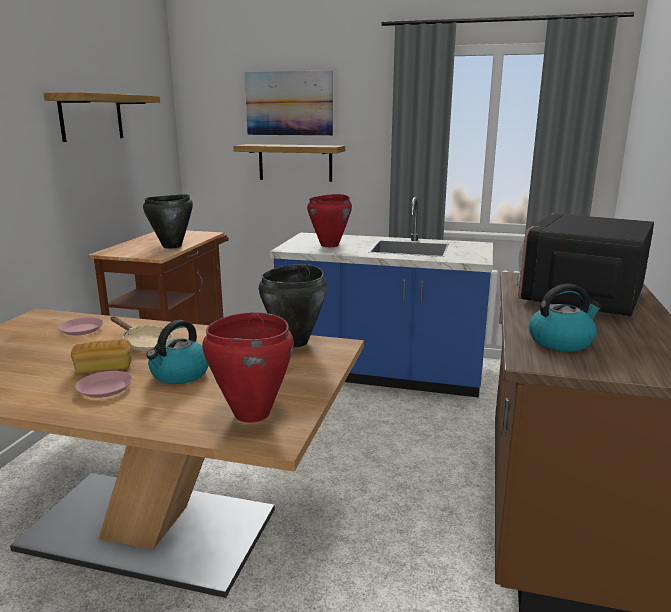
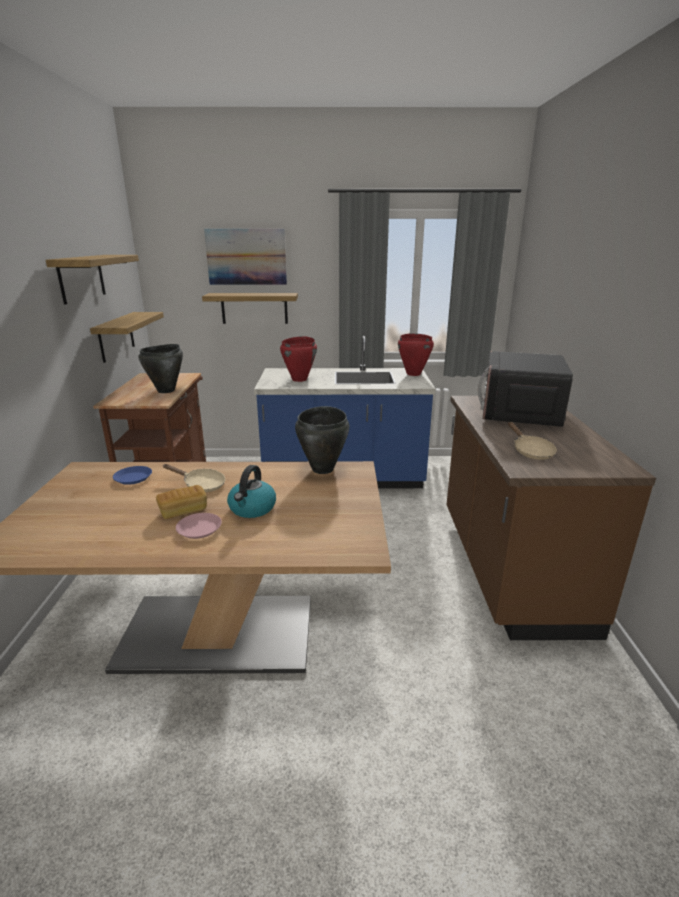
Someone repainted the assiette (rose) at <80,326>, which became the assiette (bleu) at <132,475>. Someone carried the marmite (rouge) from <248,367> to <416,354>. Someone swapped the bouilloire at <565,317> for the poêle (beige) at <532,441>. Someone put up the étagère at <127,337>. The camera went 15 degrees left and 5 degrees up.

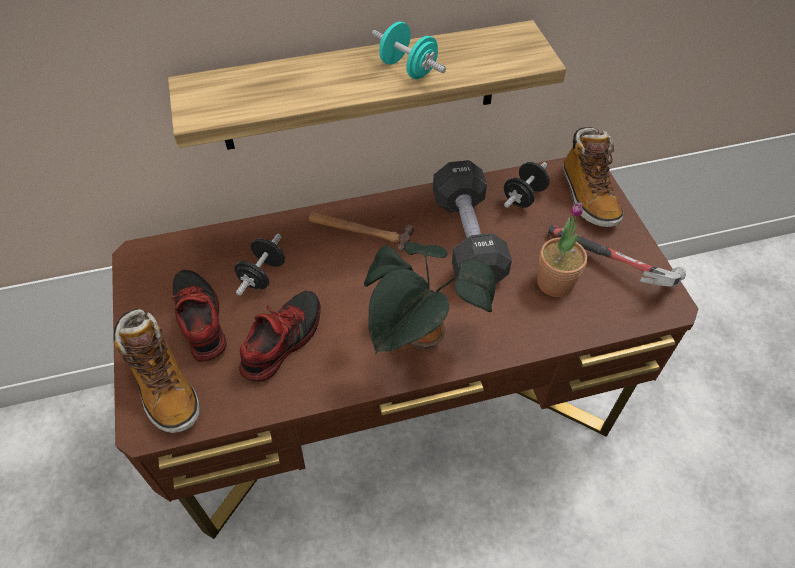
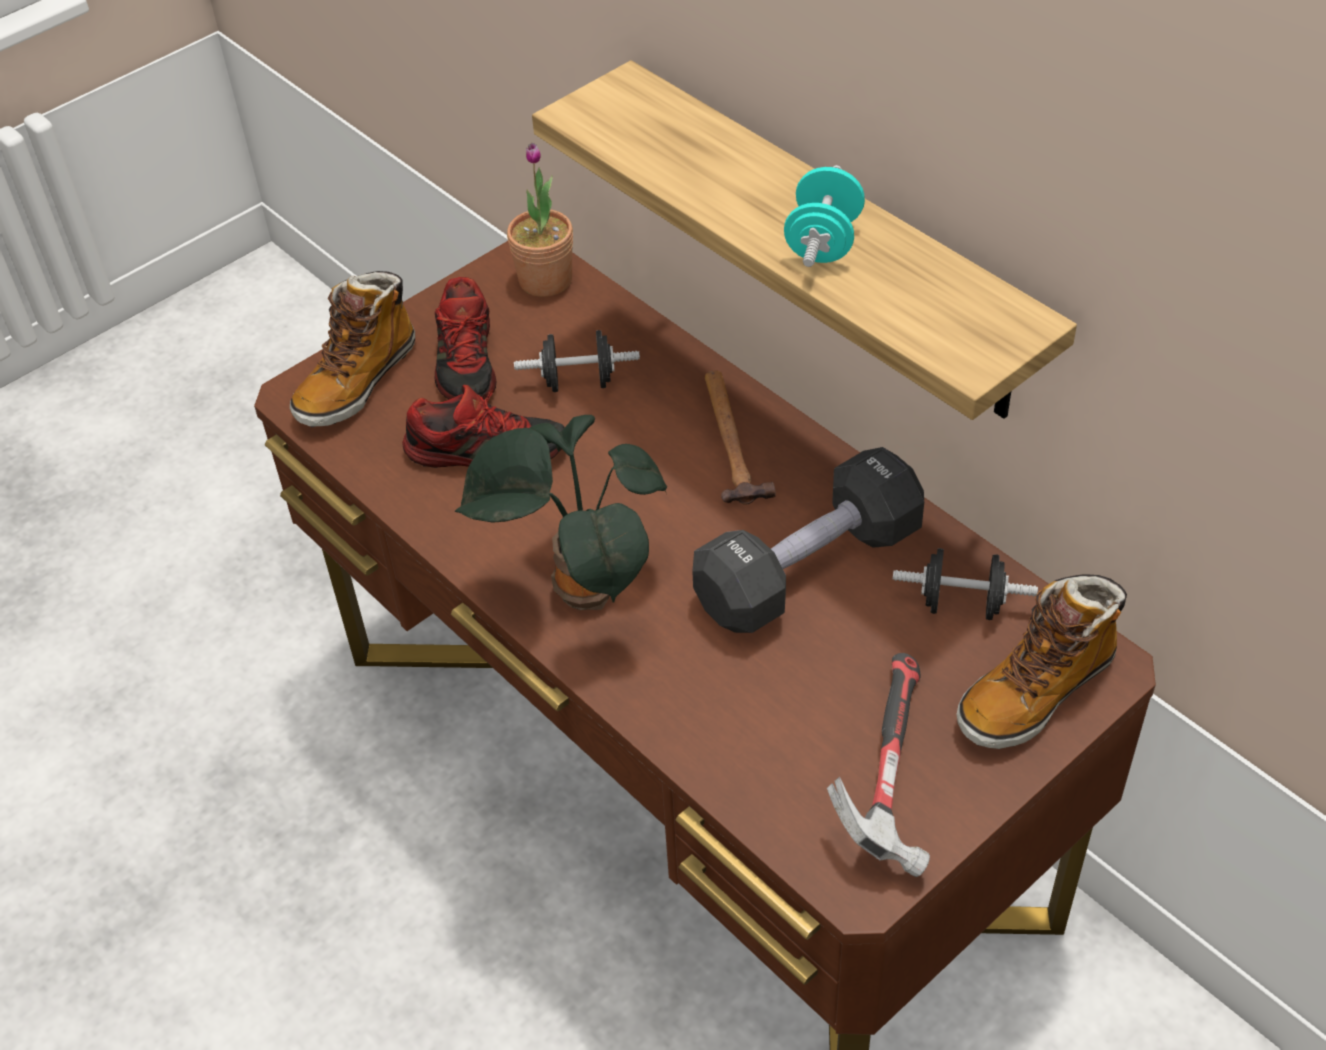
Someone rotated the chaussure at <199,316> by 135 degrees clockwise. Someone carried the plante en pot from <562,249> to <540,220>. The camera went 65 degrees right and 5 degrees down.

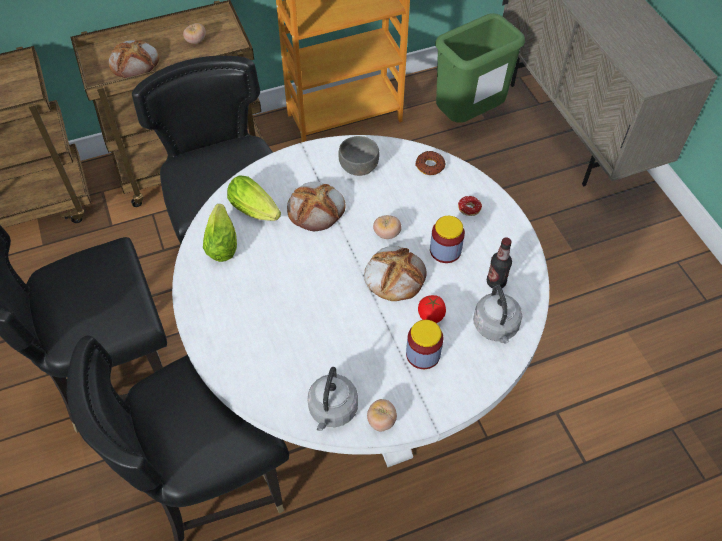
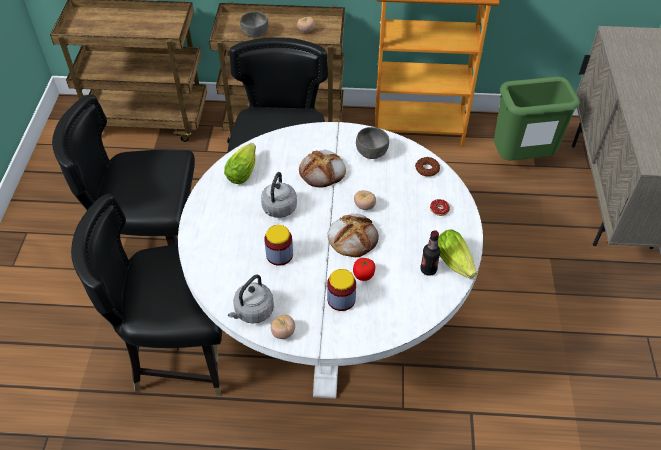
Someone swapped the pain at <134,59> for the bol (gris) at <254,24>. Someone carried the laitue from <254,198> to <457,254>. Someone carried the bocal from <447,239> to <278,245>. Someone carried the bouilloire (gris) from <497,314> to <279,195>. The camera went 25 degrees right and 5 degrees down.

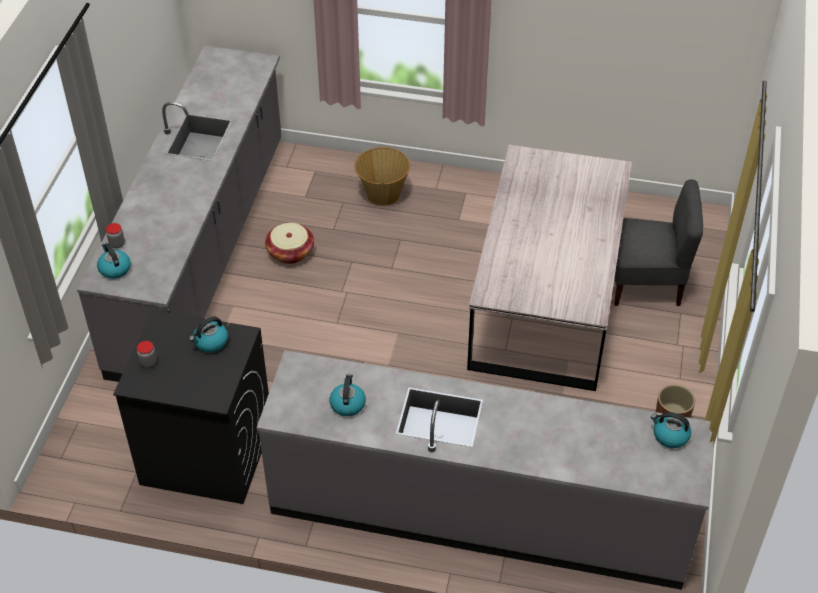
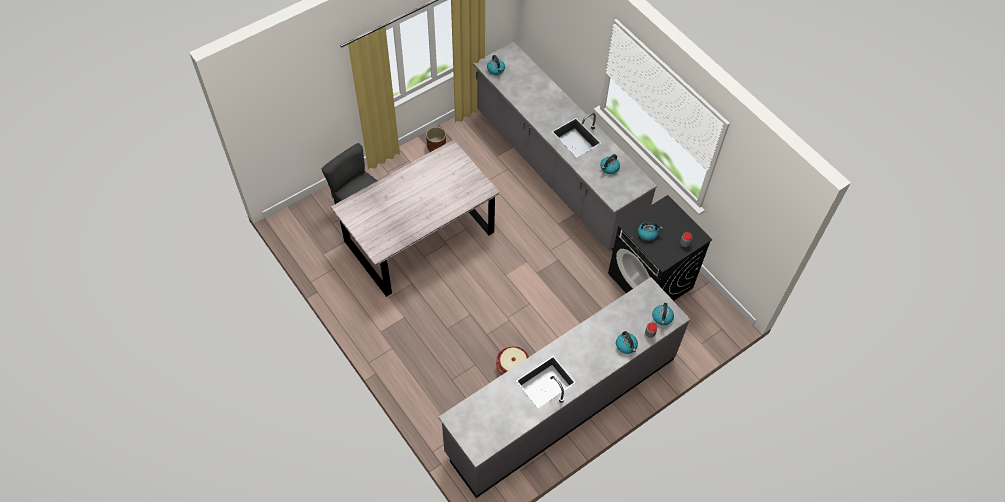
Someone took away the panier at <382,176>. Someone put down the bouilloire at <627,342>. The camera went 140 degrees left and 10 degrees up.

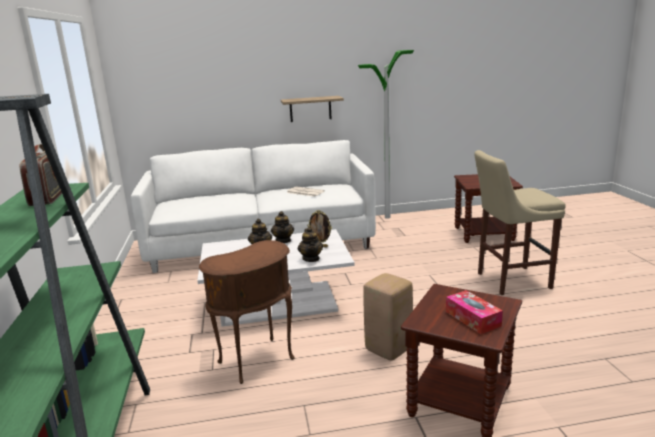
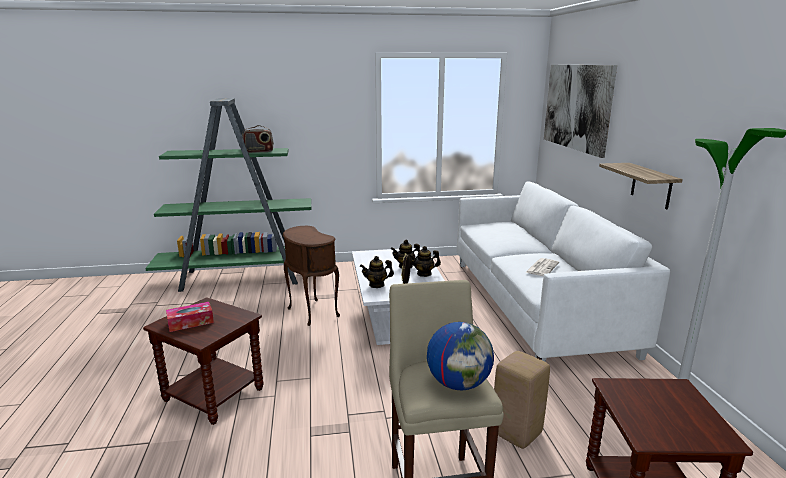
Someone carried the tabouret (beige) from <388,317> to <522,400>. Someone put down the globe at <460,356>. Someone put up the tableau at <580,111>. The camera went 90 degrees right and 0 degrees up.

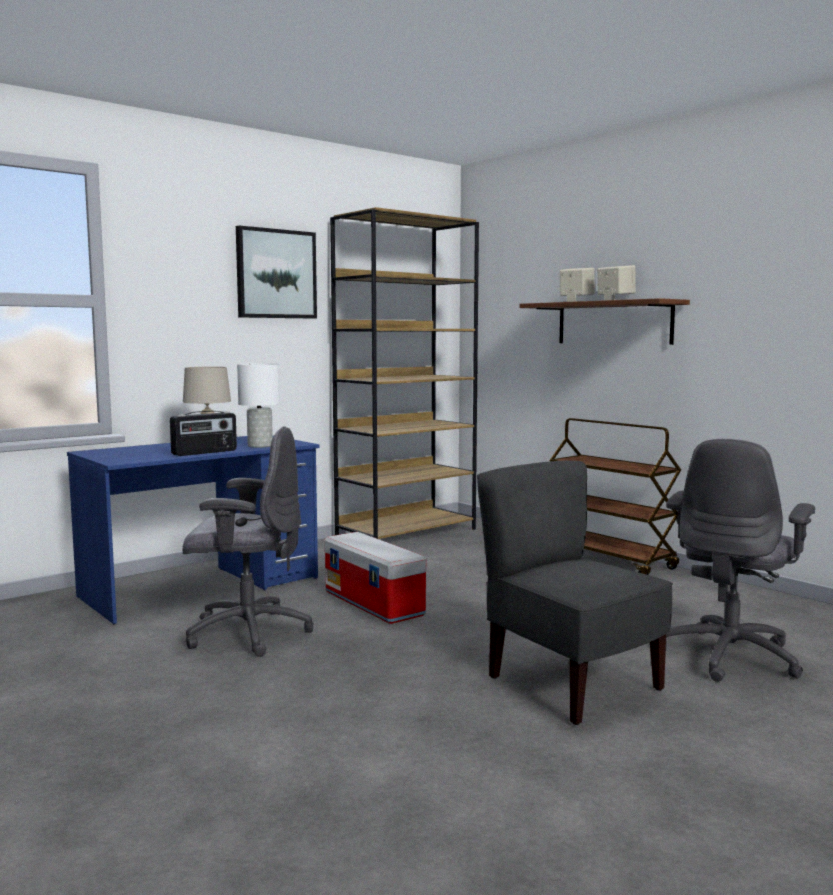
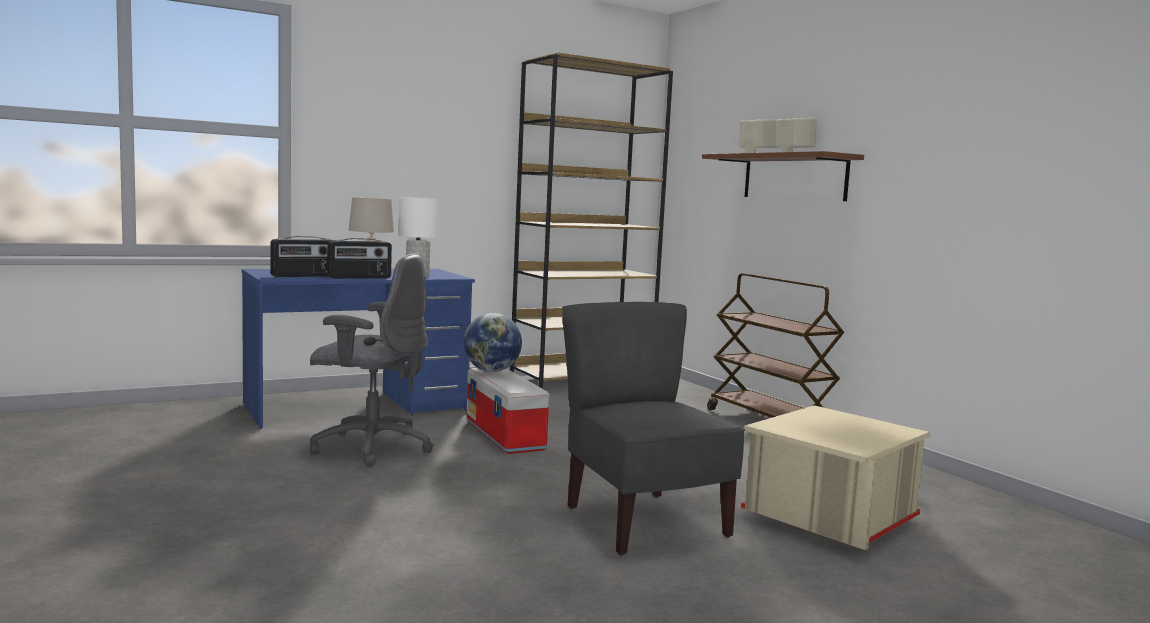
Someone took away the tableau at <276,272>. Someone swapped the chaise de bureau (gris) at <740,560> for the boîte de rangement (beige) at <835,477>. Someone put down the radio at <301,256>. Someone put down the globe at <492,342>. The camera went 10 degrees right and 0 degrees up.

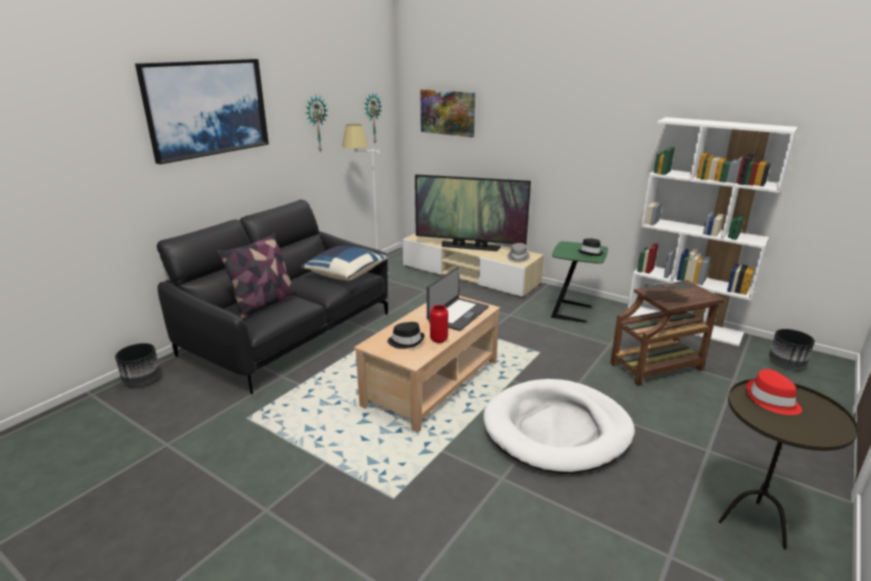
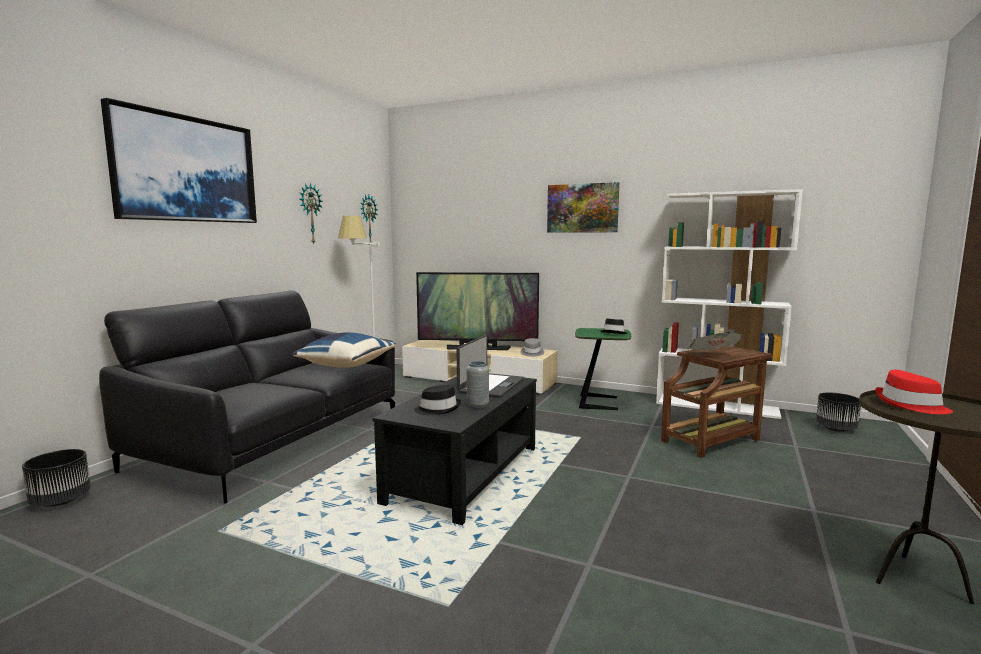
Someone took away the coussin at <257,276>. Someone repainted the table basse (beige) at <427,364>, which became the table basse (noir) at <455,450>. Someone carried the tableau from <448,113> to <583,207>. Someone repainted the vase (rouge) at <439,324>, which became the vase (gris) at <477,385>. Someone took away the panier pour chien (blanc) at <559,426>. The camera went 10 degrees left and 15 degrees down.

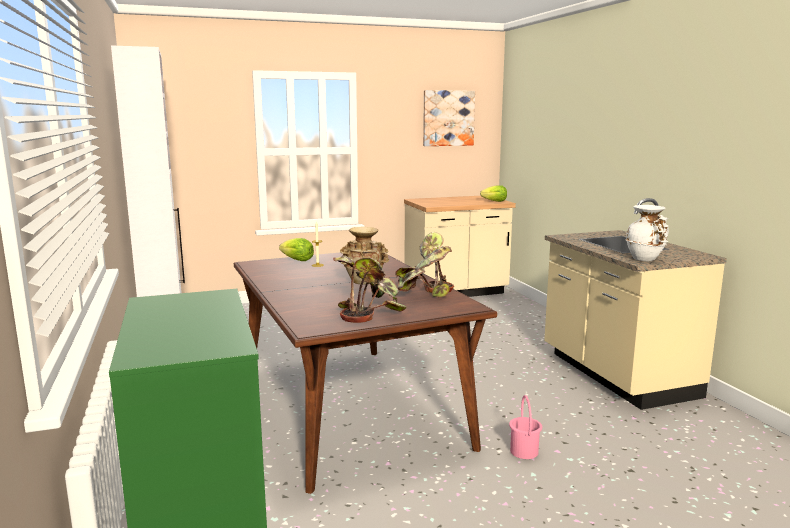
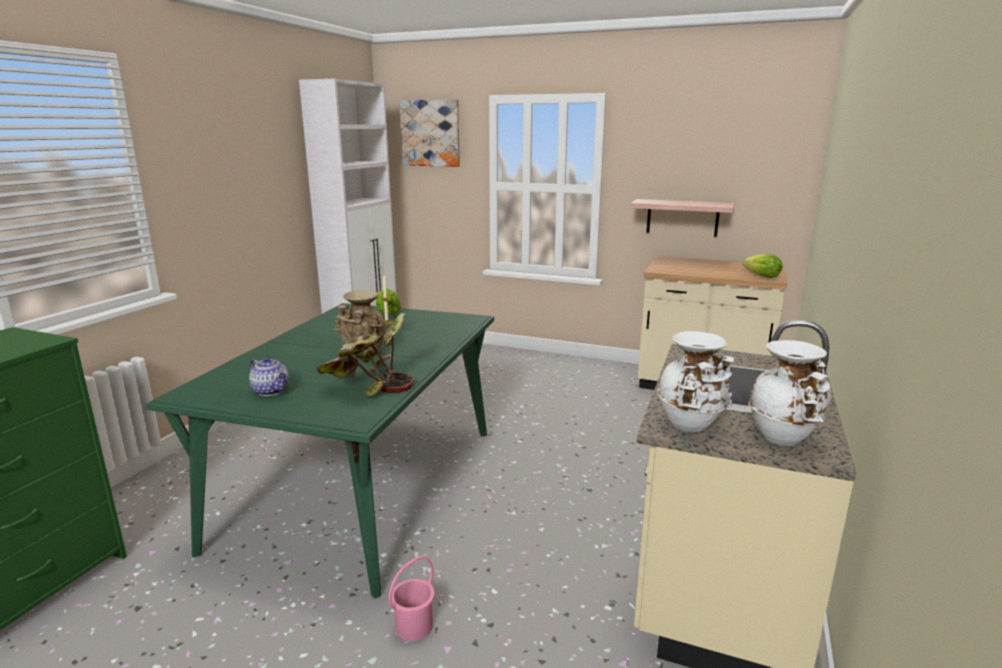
Someone repainted the table à manger (marron) at <365,373>, which became the table à manger (vert) at <320,450>. Someone swapped the plante en pot at <370,289> for the théière at <269,376>. Someone carried the tableau from <449,118> to <430,133>. Someone put up the étagère at <682,218>. Someone put down the vase (blanc) at <789,393>. The camera went 40 degrees right and 5 degrees up.

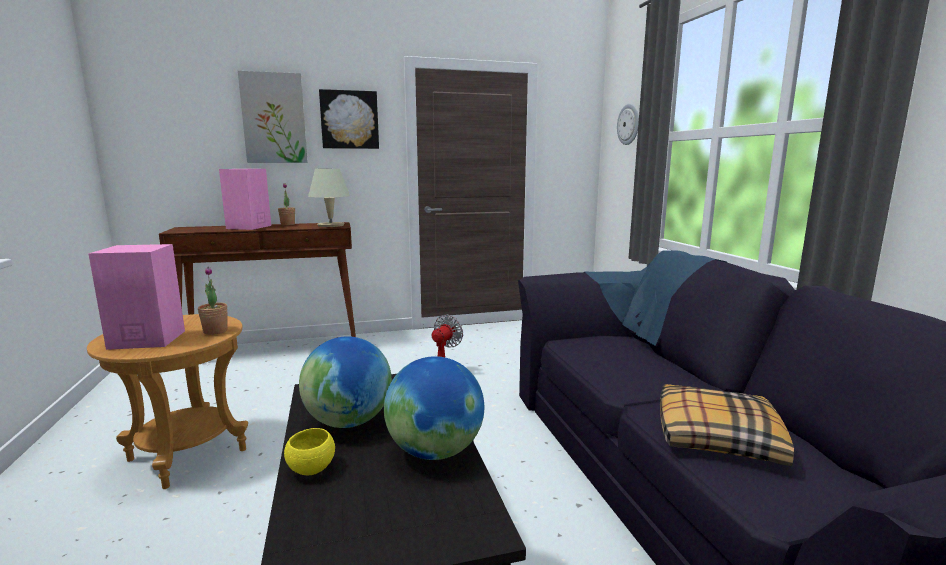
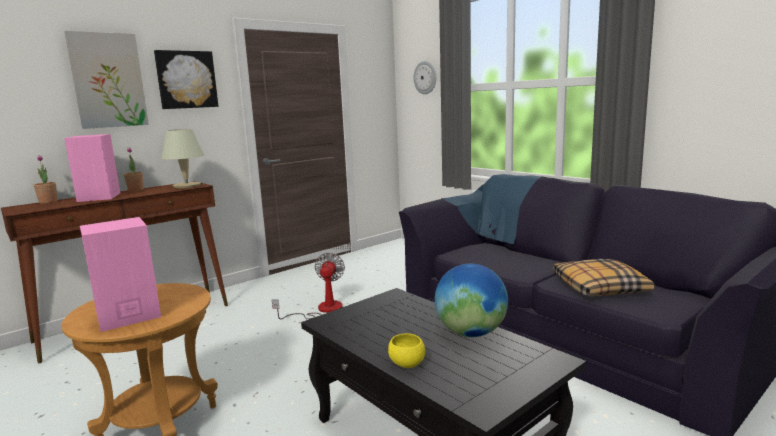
Someone carried the plante en pot from <213,301> to <45,179>. Someone took away the globe at <345,382>. The camera went 25 degrees left and 0 degrees up.

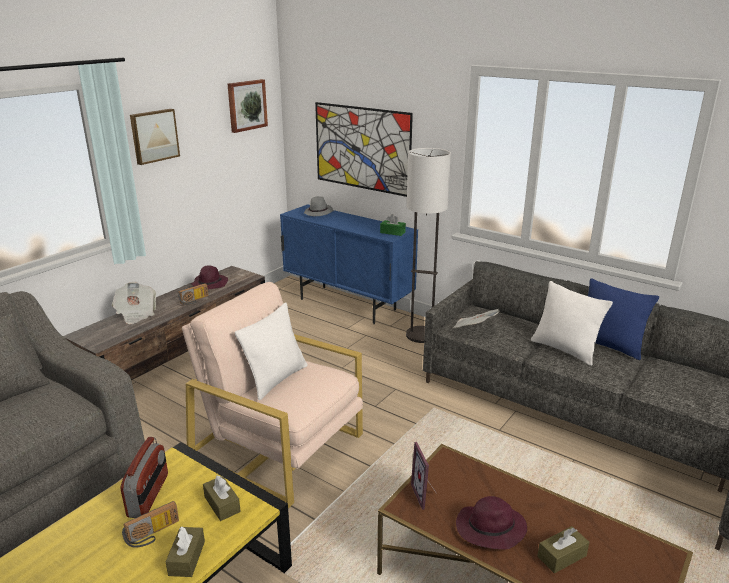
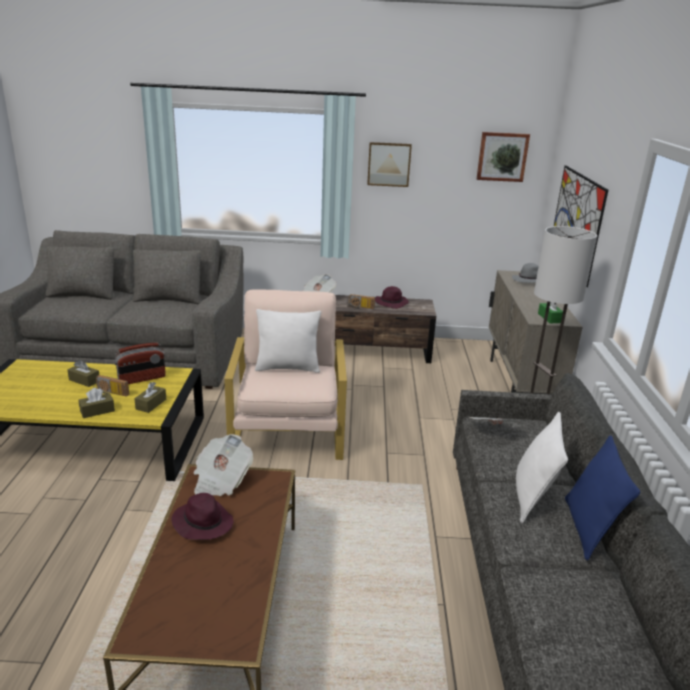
Someone repainted the meuble de rangement (bleu) at <349,264>, which became the meuble de rangement (beige) at <536,332>. Someone swapped the cadre photo at <423,476> for the journal at <223,465>. Someone carried the boîte à mouchoirs (marron) from <563,549> to <83,373>. The camera went 55 degrees right and 0 degrees up.

